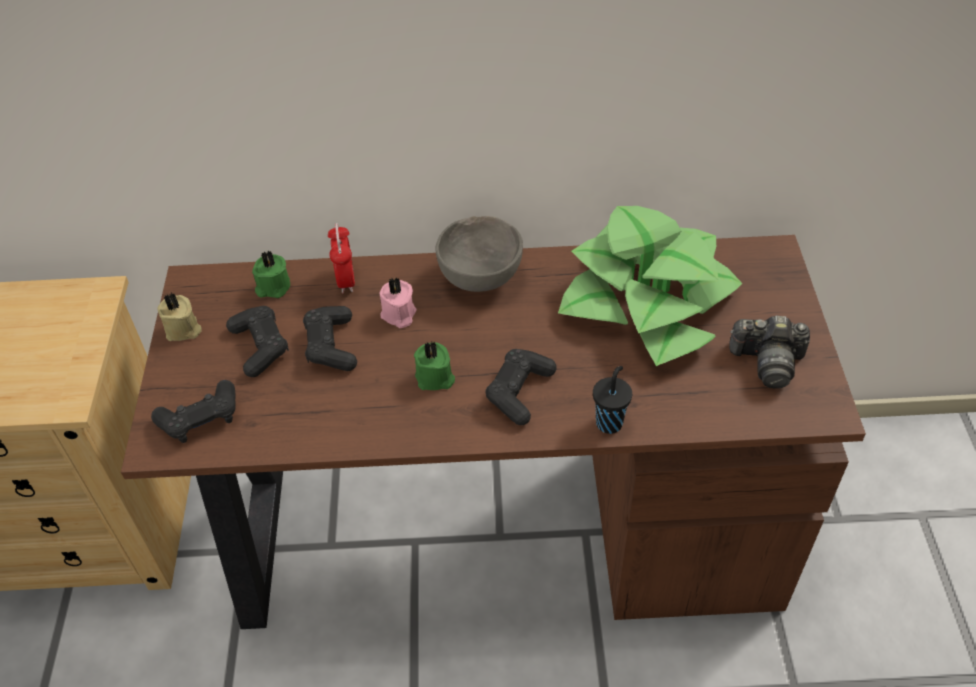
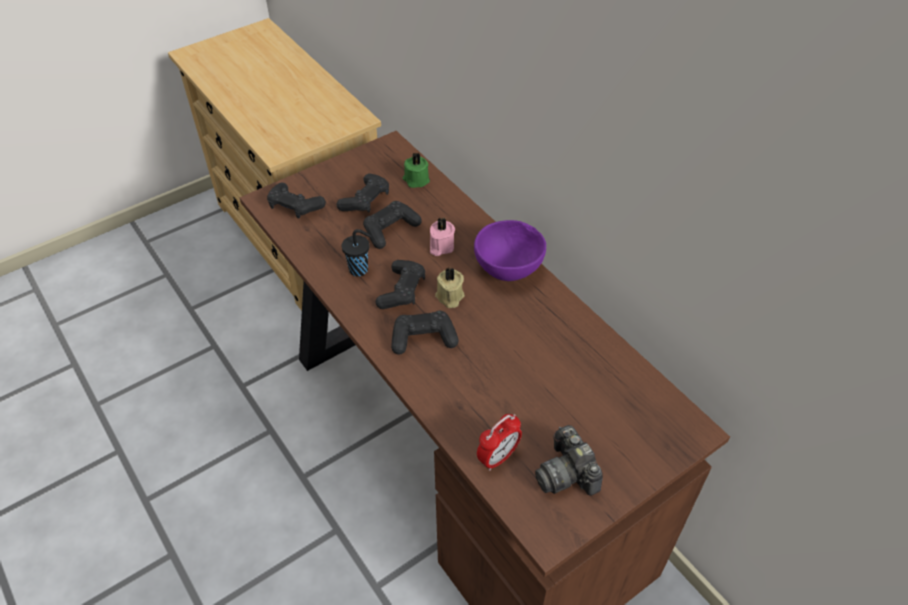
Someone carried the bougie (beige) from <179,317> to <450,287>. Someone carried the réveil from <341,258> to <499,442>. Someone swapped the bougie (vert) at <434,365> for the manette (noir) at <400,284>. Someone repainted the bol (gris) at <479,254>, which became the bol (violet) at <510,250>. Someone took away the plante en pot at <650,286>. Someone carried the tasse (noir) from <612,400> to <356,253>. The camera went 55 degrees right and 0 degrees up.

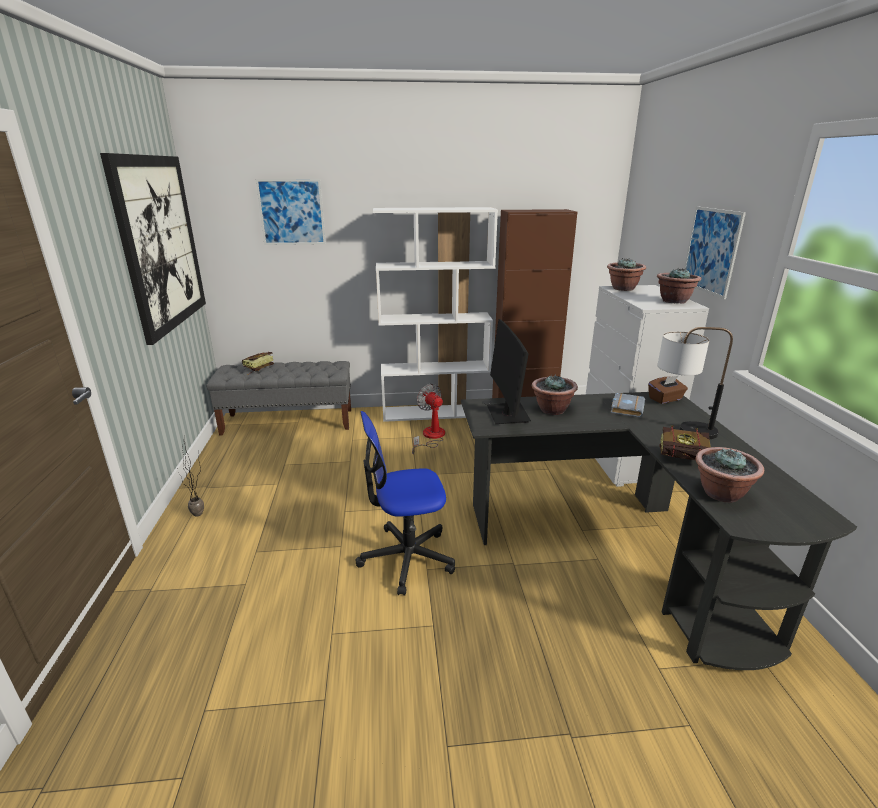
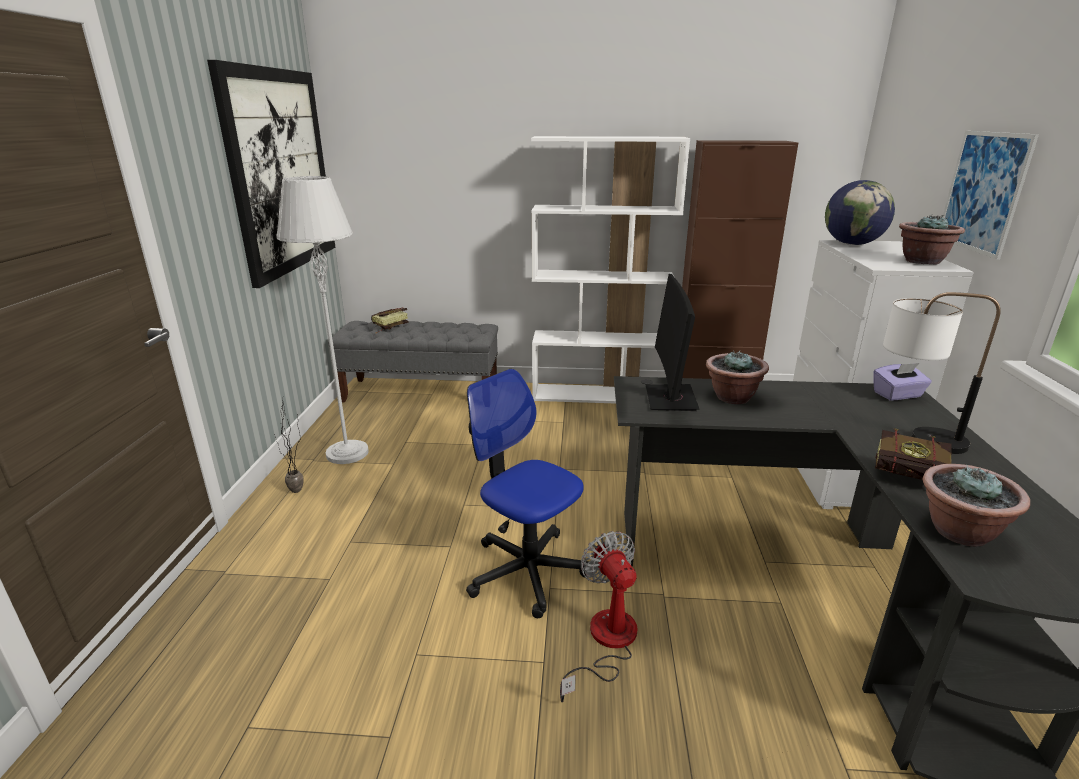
Someone took away the tableau at <291,212>. Someone rotated the chaise de bureau at <405,503> by 45 degrees clockwise. Someone carried the ventilateur from <428,419> to <598,617>. Someone swapped the plante en pot at <626,274> for the globe at <860,212>. Someone took away the livre (gris) at <628,405>. Someone repainted the boîte à mouchoirs (marron) at <668,389>, which became the boîte à mouchoirs (violet) at <902,382>. Someone put down the lampadaire (gris) at <322,320>. The camera went 10 degrees right and 0 degrees up.

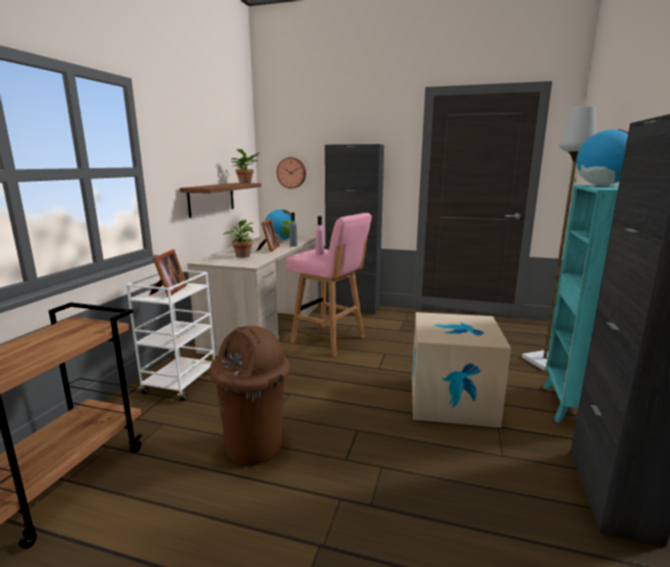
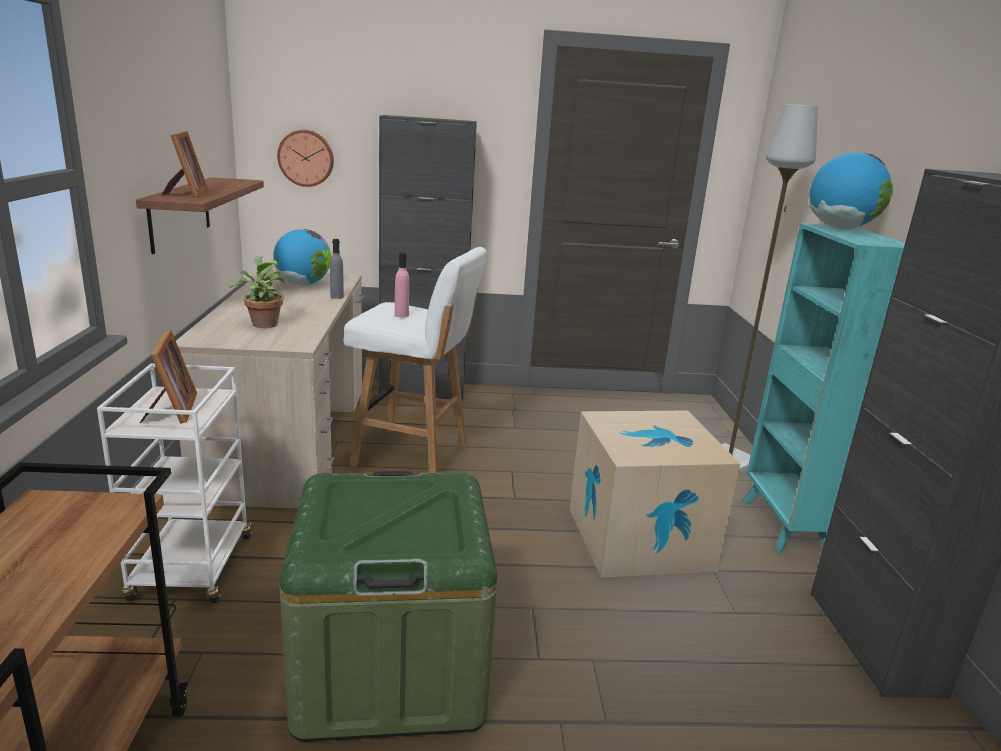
Someone swapped the poubelle (marron) at <249,396> for the boîte de rangement (vert) at <388,606>. Someone took away the plante en pot at <245,166>. Someone carried the cadre photo from <267,235> to <185,164>. Someone repainted the tabouret (rose) at <329,284>, which became the tabouret (blanc) at <415,360>. The camera went 20 degrees left and 5 degrees up.

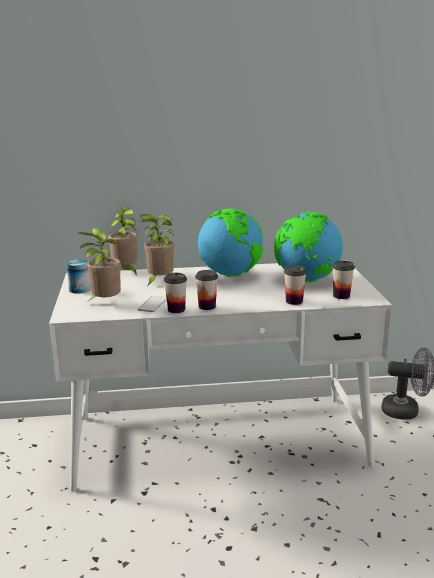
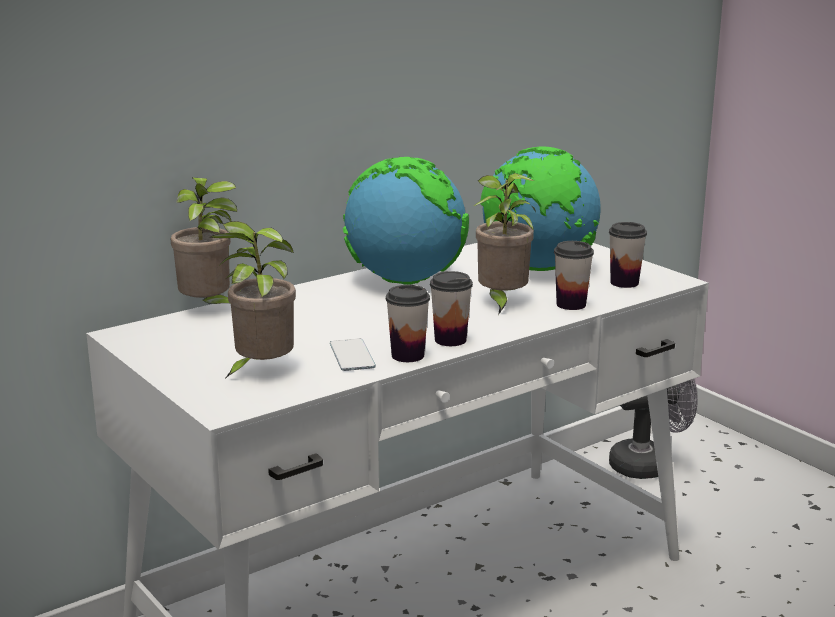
Someone took away the boîte métallique at <78,276>. Someone carried the plante en pot from <157,250> to <505,244>. The camera went 30 degrees left and 0 degrees up.

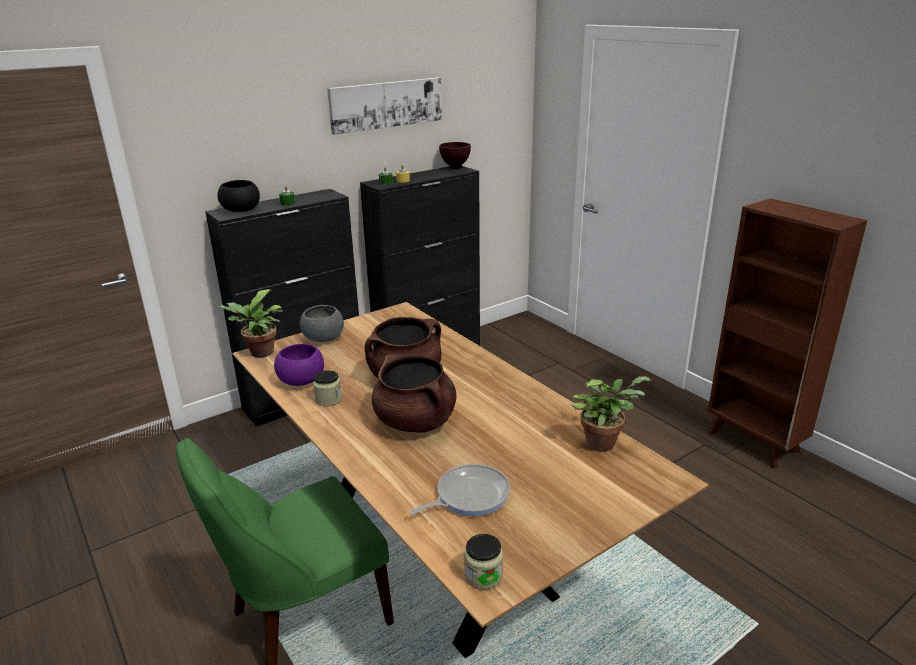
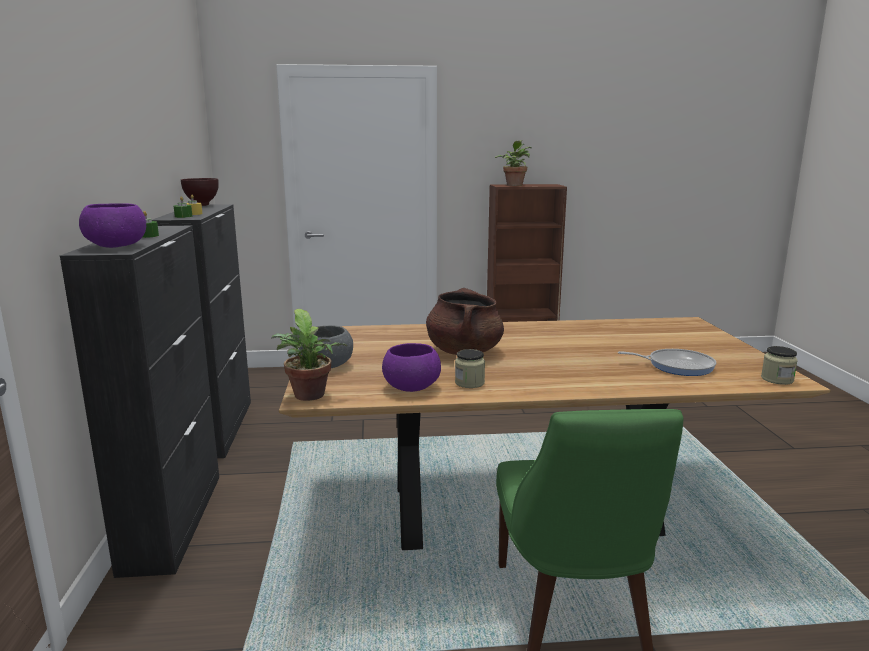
Someone repainted the bol (noir) at <238,196>, which became the bol (violet) at <112,225>. Someone took away the tableau at <384,106>. Someone took away the marmite (marron) at <414,394>. Someone rotated the poêle at <459,490> by 105 degrees clockwise. Someone carried the plante en pot from <612,414> to <513,163>. The camera went 60 degrees left and 10 degrees down.

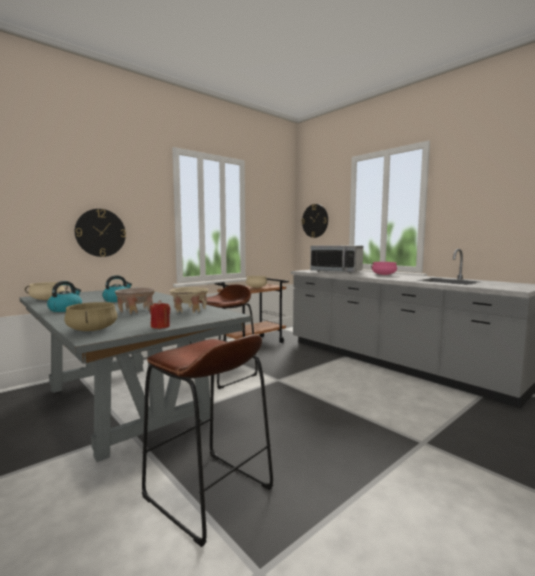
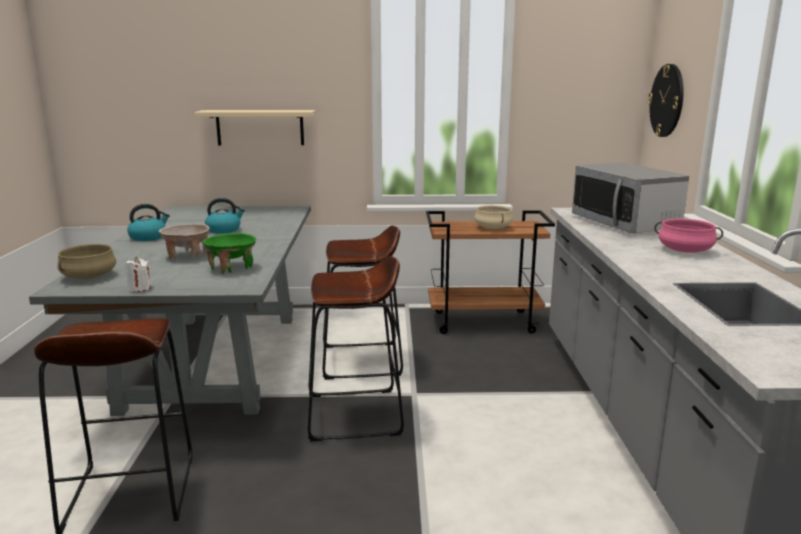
Someone took away the marmite (beige) at <46,291>. Someone swapped the horloge murale at <100,233> for the étagère (beige) at <255,127>. Someone repainted the bougie (rouge) at <160,314>, which became the bougie (blanc) at <138,274>. Someone repainted the bol (beige) at <189,300>, which became the bol (vert) at <230,253>. Someone put down the tabouret (marron) at <355,348>. The camera went 40 degrees right and 10 degrees up.

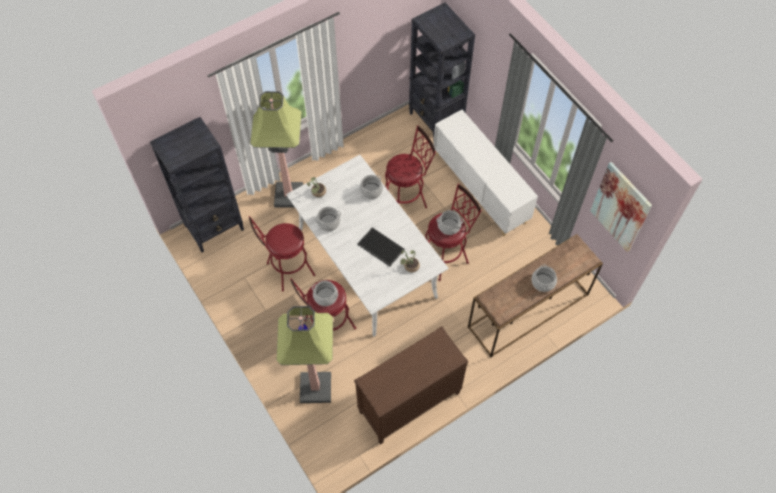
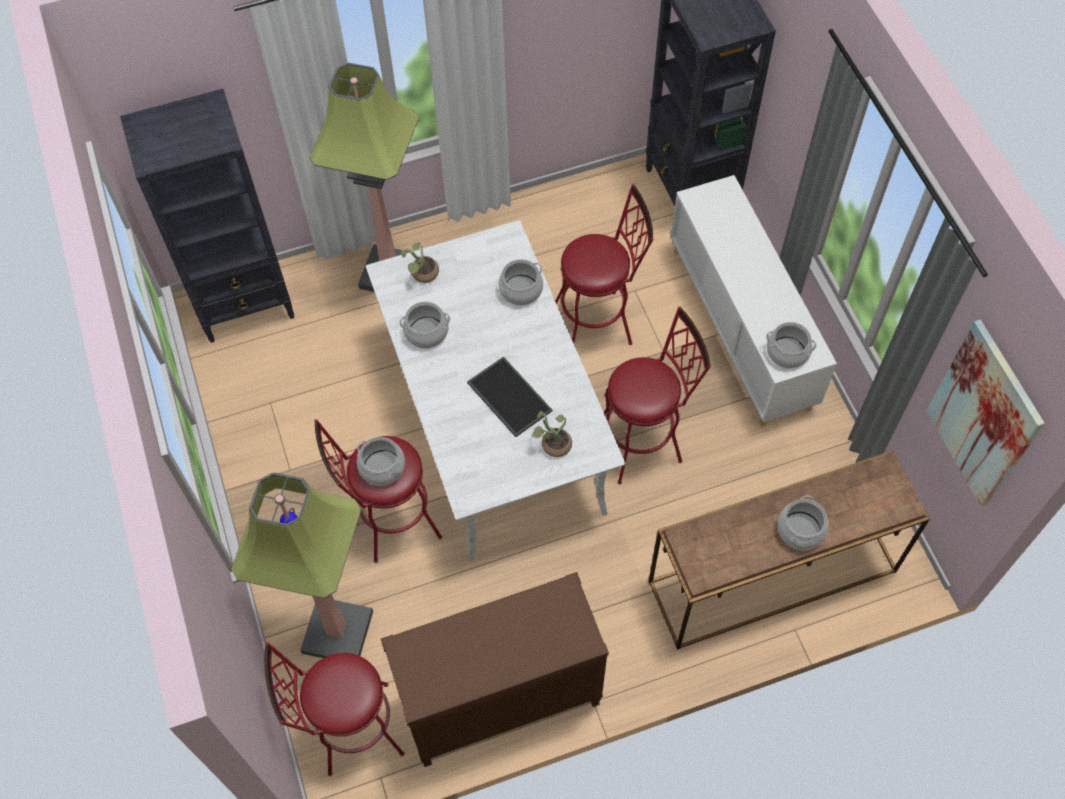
Someone carried the tabouret (rouge) from <282,253> to <334,709>. Someone carried the marmite from <450,222> to <791,345>. The camera went 15 degrees right and 0 degrees up.

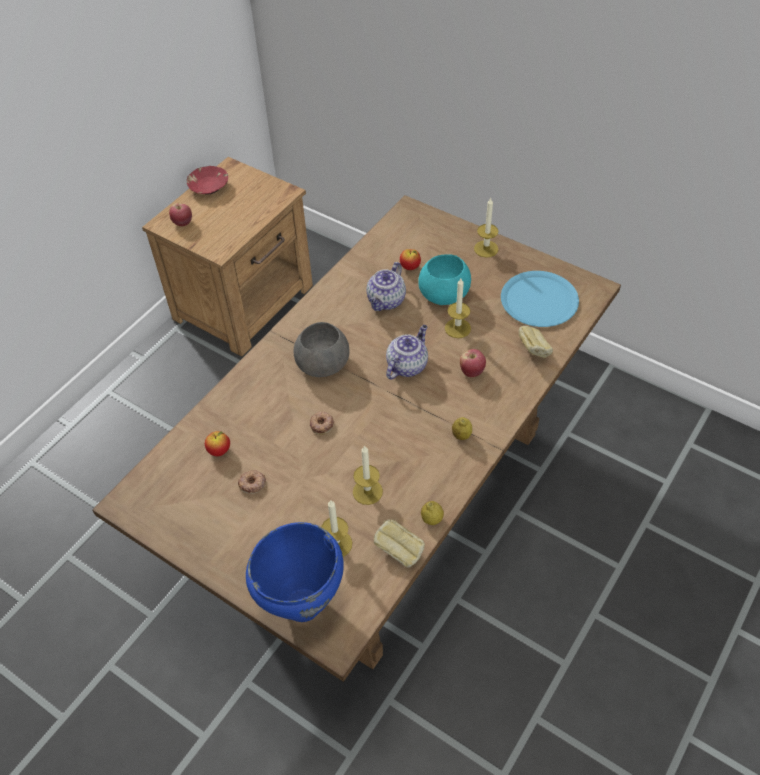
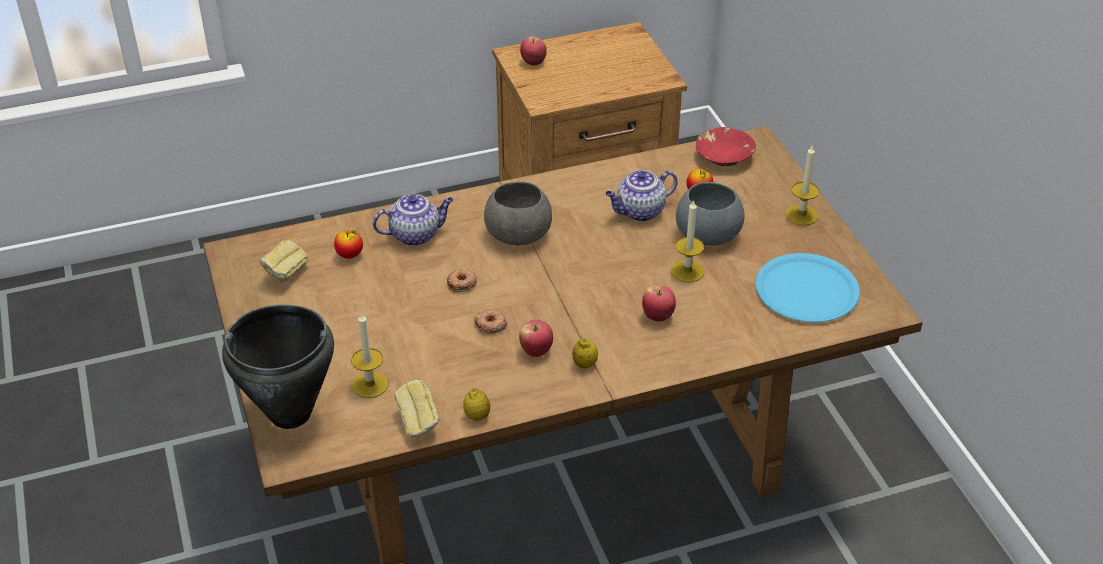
Someone carried the bol (rouge) from <207,180> to <726,146>. Someone carried the beignet from <252,482> to <490,321>. Someone repainted the marmite (bleu) at <295,572>, which became the marmite (noir) at <278,366>. Someone took away the bougie at <368,475>. Someone carried the théière from <407,352> to <413,220>. Someone repainted the bol (turquoise) at <444,280>, which became the bol (gris) at <710,214>. Someone carried the pain from <536,342> to <284,261>. Someone put down the pomme at <536,338>. The camera went 35 degrees right and 10 degrees down.

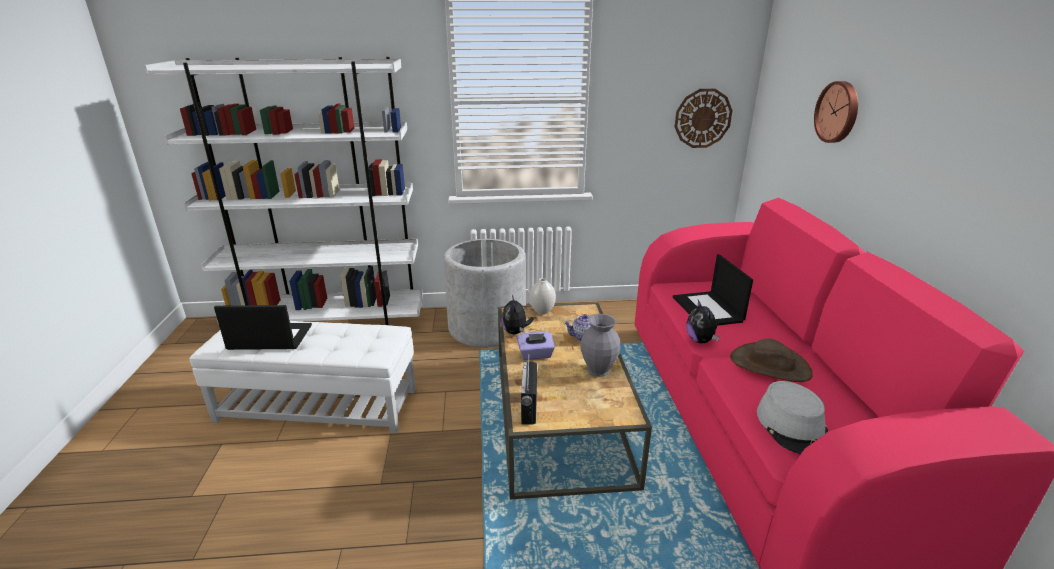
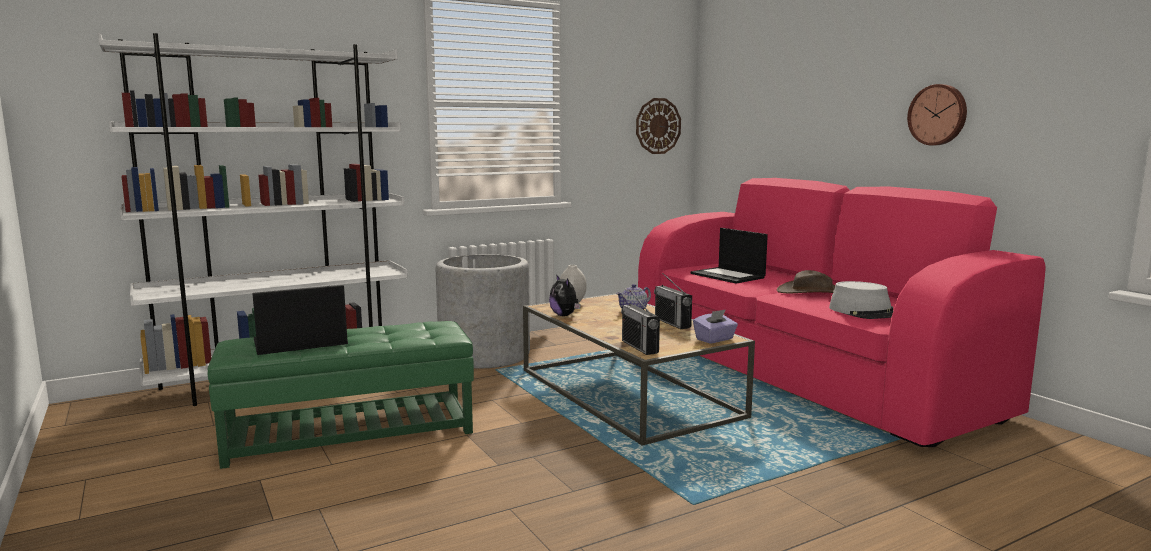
Someone repainted the pouf (blanc) at <302,377>, which became the pouf (vert) at <340,395>. Someone carried the boîte à mouchoirs (violet) from <536,345> to <715,326>. Someone swapped the vase (gris) at <600,345> for the radio at <673,301>. Someone took away the peluche at <702,321>. Someone carried the horloge murale from <836,112> to <937,114>. The camera went 25 degrees left and 15 degrees down.

